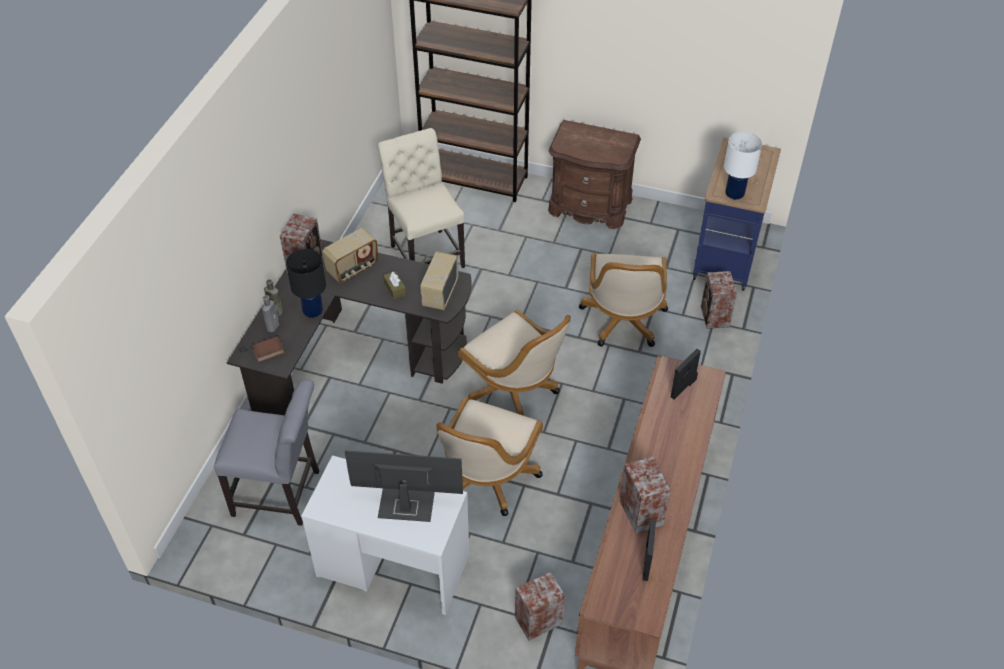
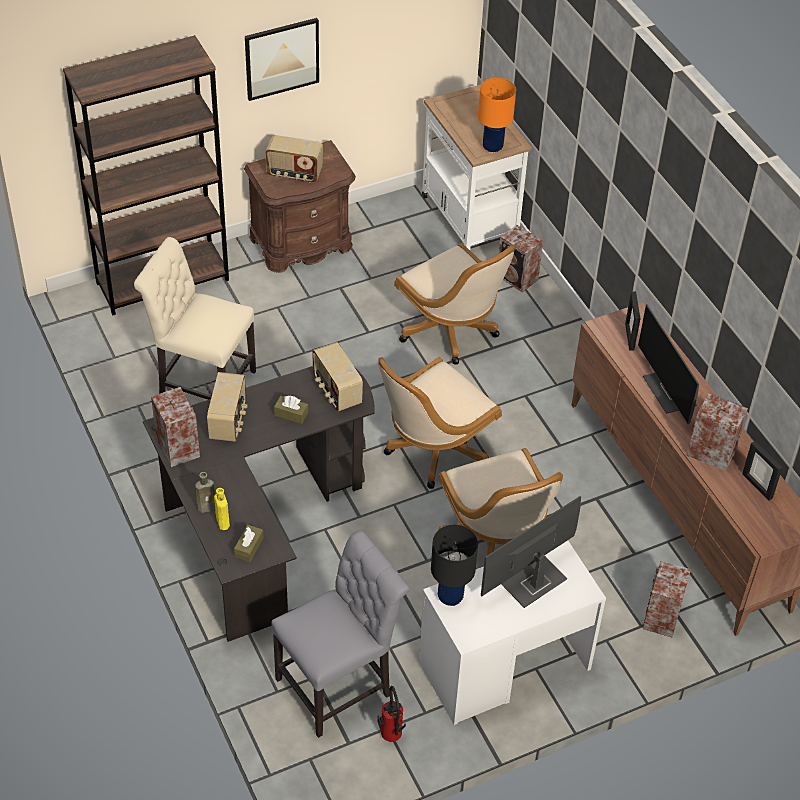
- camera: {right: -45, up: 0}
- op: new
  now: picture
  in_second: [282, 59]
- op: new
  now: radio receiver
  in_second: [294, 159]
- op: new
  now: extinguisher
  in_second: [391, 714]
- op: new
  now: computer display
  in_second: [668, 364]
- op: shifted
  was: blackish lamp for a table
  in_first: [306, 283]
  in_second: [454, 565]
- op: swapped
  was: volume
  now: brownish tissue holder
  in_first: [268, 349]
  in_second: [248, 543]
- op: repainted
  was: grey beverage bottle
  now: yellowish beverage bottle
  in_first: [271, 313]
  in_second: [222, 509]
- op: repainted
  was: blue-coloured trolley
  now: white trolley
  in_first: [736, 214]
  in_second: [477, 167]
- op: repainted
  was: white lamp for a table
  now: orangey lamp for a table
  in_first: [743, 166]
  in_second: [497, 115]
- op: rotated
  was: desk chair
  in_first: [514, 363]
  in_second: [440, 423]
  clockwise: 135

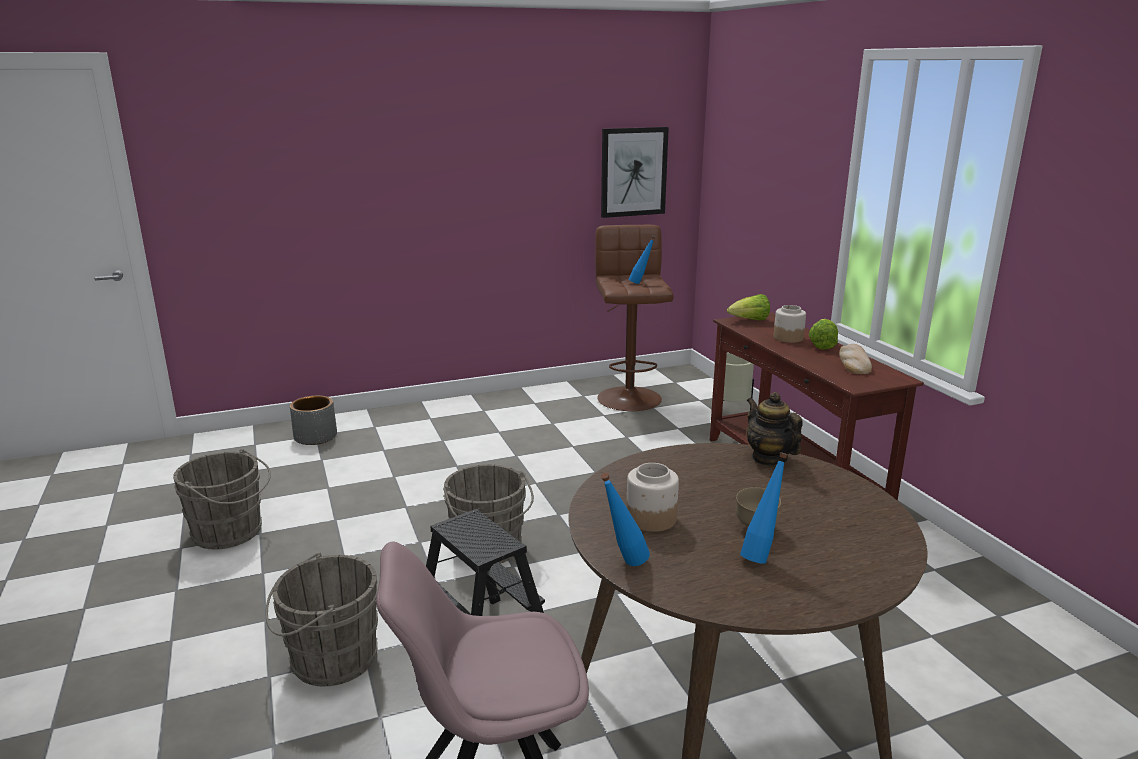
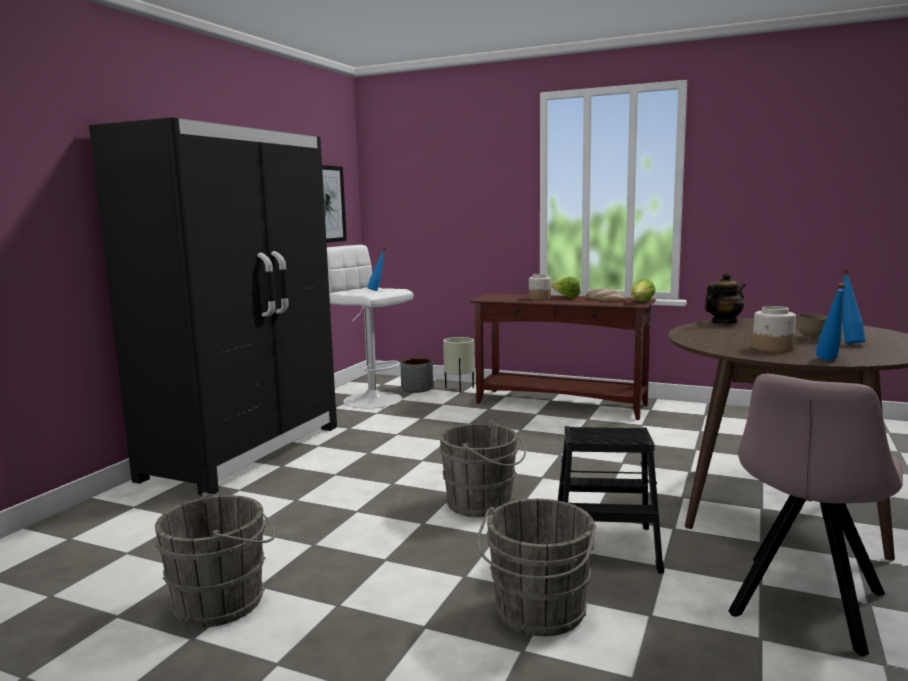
- camera: {right: -45, up: -10}
- op: new
  now: blackish cabinet
  in_second: [213, 306]
- op: shifted
  was: grey plant pot
  in_first: [313, 420]
  in_second: [417, 375]
- op: shifted
  was: lettuce head
  in_first: [748, 307]
  in_second: [643, 290]
- op: repainted
  was: brownish stool seat
  now: white stool seat
  in_first: [634, 318]
  in_second: [370, 326]
- op: rotated
  was: tea pot
  in_first: [774, 429]
  in_second: [725, 298]
  clockwise: 135

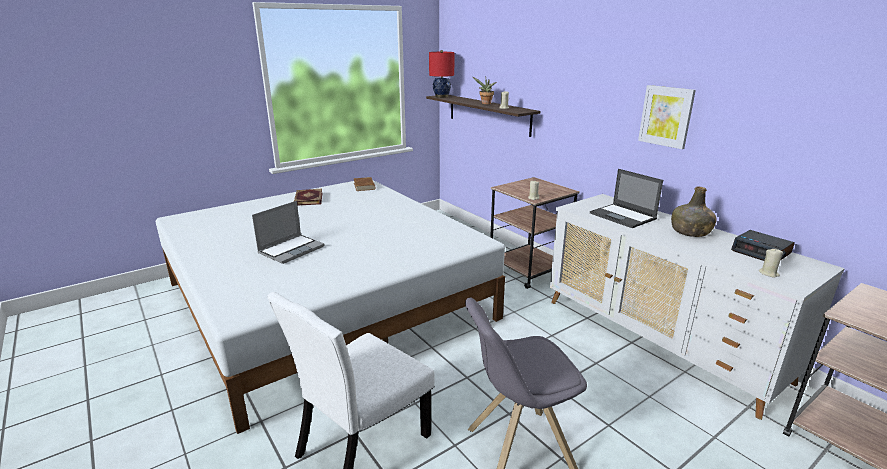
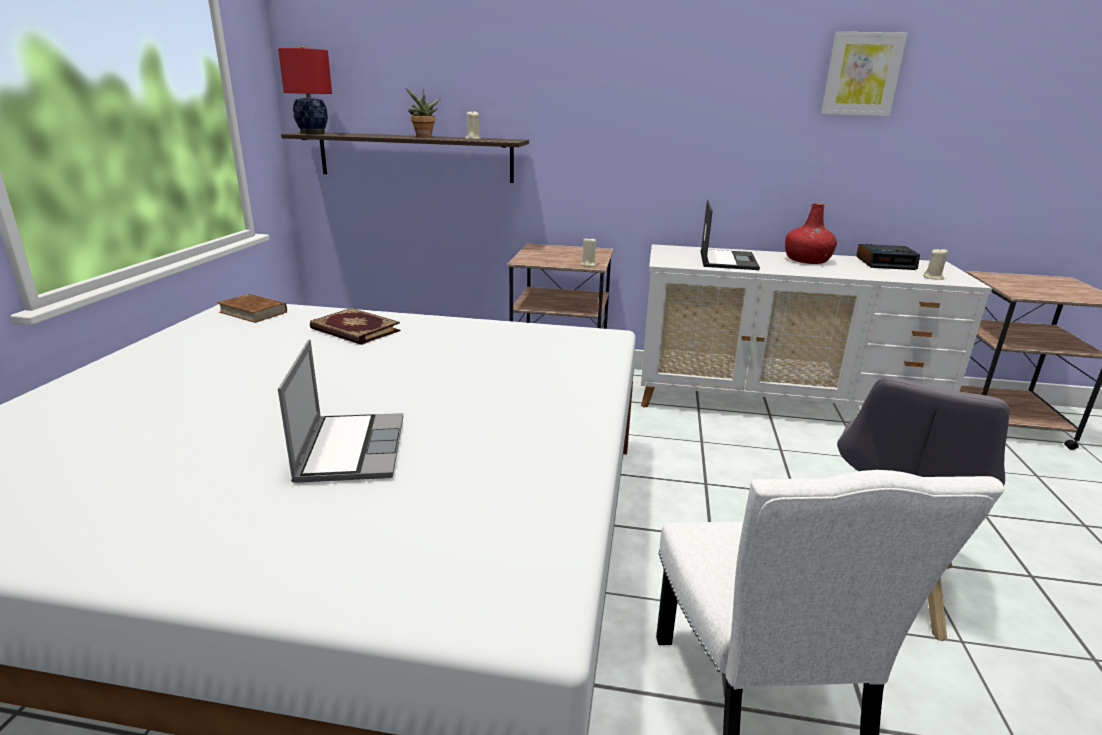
- camera: {right: -45, up: 0}
- op: shifted
  was: volume
  in_first: [308, 197]
  in_second: [355, 326]
- op: shifted
  was: picture
  in_first: [667, 117]
  in_second: [864, 74]
- op: repainted
  was: greenish beverage bottle
  now: red beverage bottle
  in_first: [694, 212]
  in_second: [811, 233]
- op: rotated
  was: laptop
  in_first: [626, 198]
  in_second: [730, 235]
  clockwise: -90

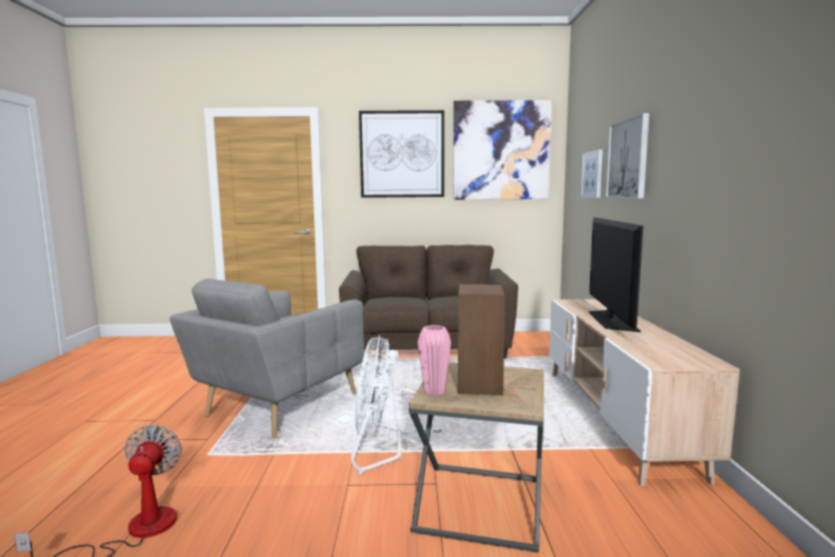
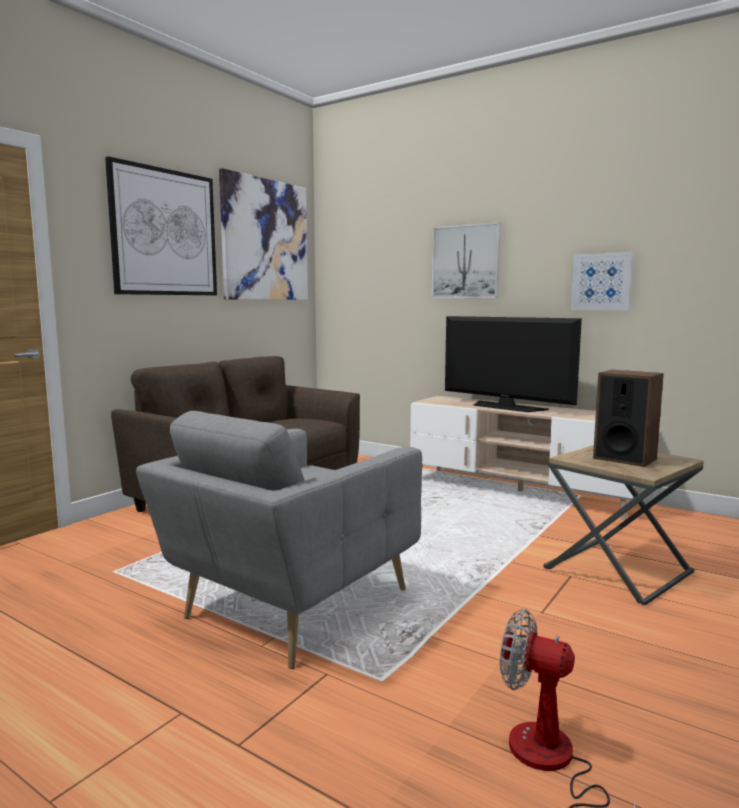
- camera: {right: -55, up: 0}
- op: gone
  was: white electric fan
  in_first: [396, 405]
- op: gone
  was: pinkish vase
  in_first: [434, 360]
- op: shifted
  was: picture
  in_first: [592, 174]
  in_second: [602, 281]
- op: rotated
  was: grey easy chair
  in_first: [267, 359]
  in_second: [279, 540]
  clockwise: 60

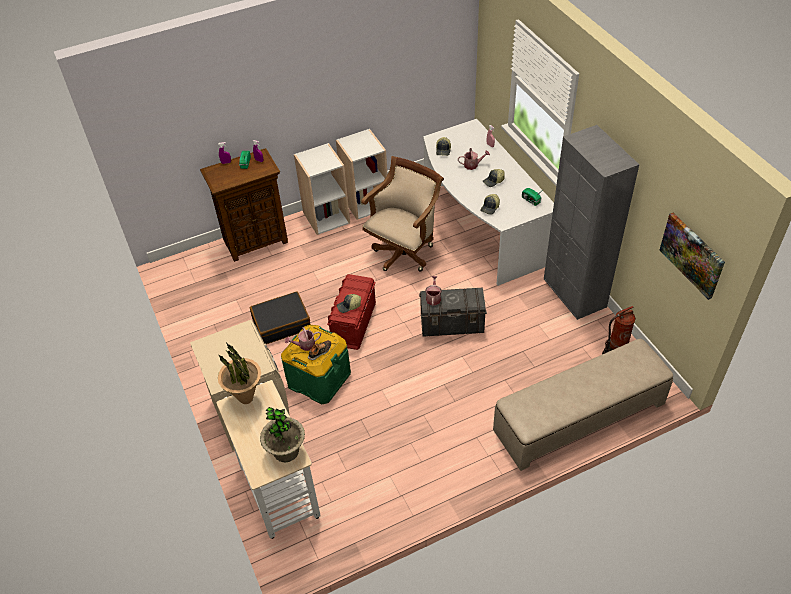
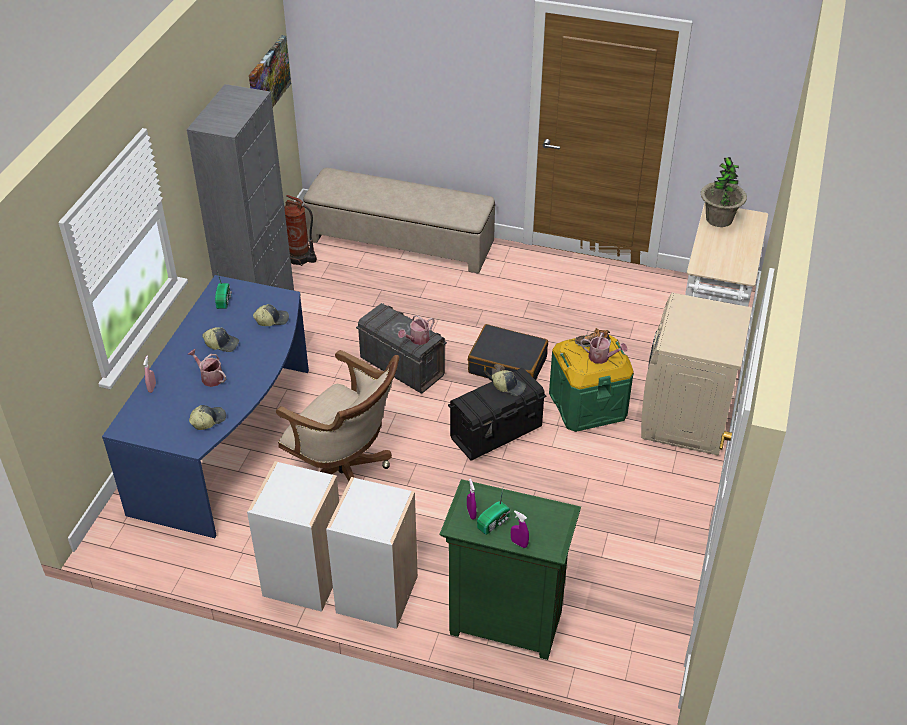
- camera: {right: -140, up: -5}
- op: gone
  was: potted plant
  in_first: [239, 373]
- op: shifted
  was: blackish piece of luggage
  in_first: [280, 317]
  in_second: [508, 352]
- op: repainted
  was: brownish cabinet
  now: greenish cabinet
  in_first: [244, 205]
  in_second: [510, 569]
- op: repainted
  was: red storage container
  now: blackish storage container
  in_first: [351, 312]
  in_second: [497, 414]
- op: repainted
  was: white desk table
  now: blue-coloured desk table
  in_first: [488, 202]
  in_second: [205, 406]
- op: rotated
  was: desk chair
  in_first: [402, 213]
  in_second: [337, 415]
  clockwise: -135

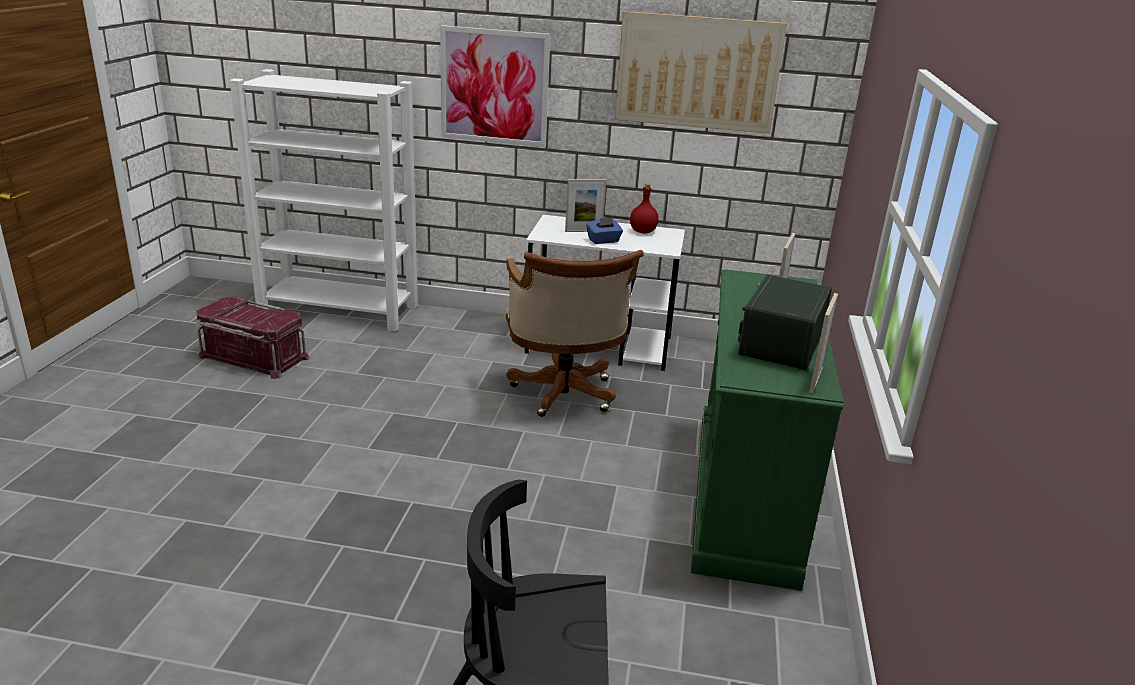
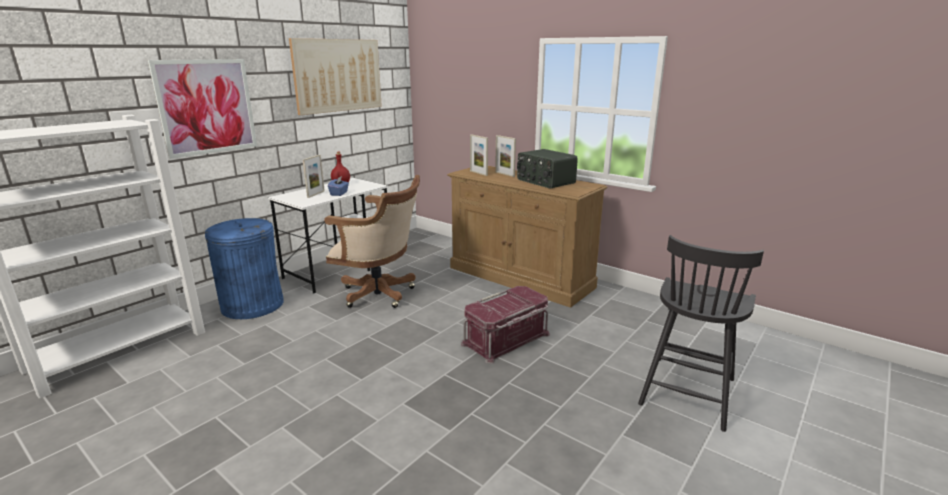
- camera: {right: -60, up: -5}
- op: new
  now: blue-coloured waste bin
  in_second: [244, 268]
- op: shifted
  was: red storage container
  in_first: [253, 338]
  in_second: [505, 324]
- op: shifted
  was: picture frame
  in_first: [823, 343]
  in_second: [479, 155]
- op: repainted
  was: greenish cabinet
  now: brownish cabinet
  in_first: [767, 430]
  in_second: [527, 237]

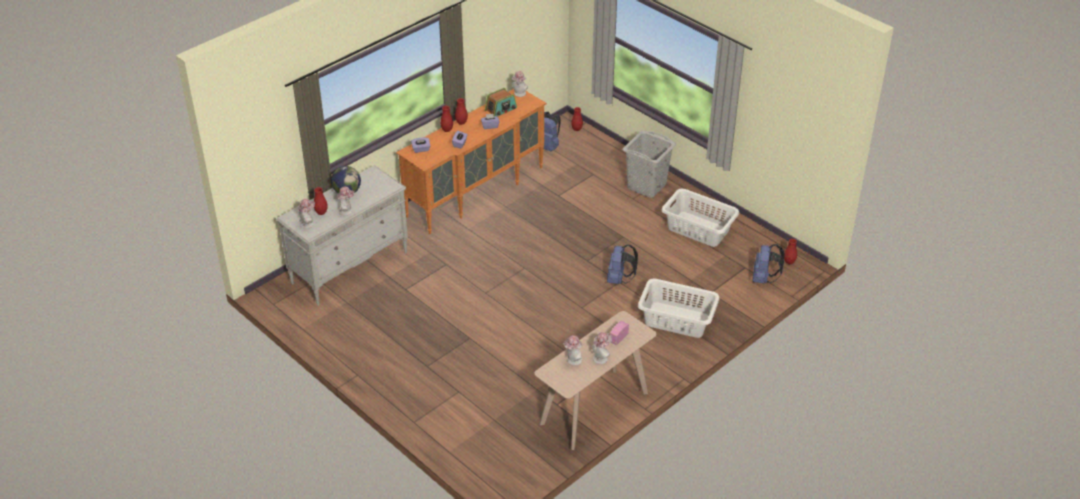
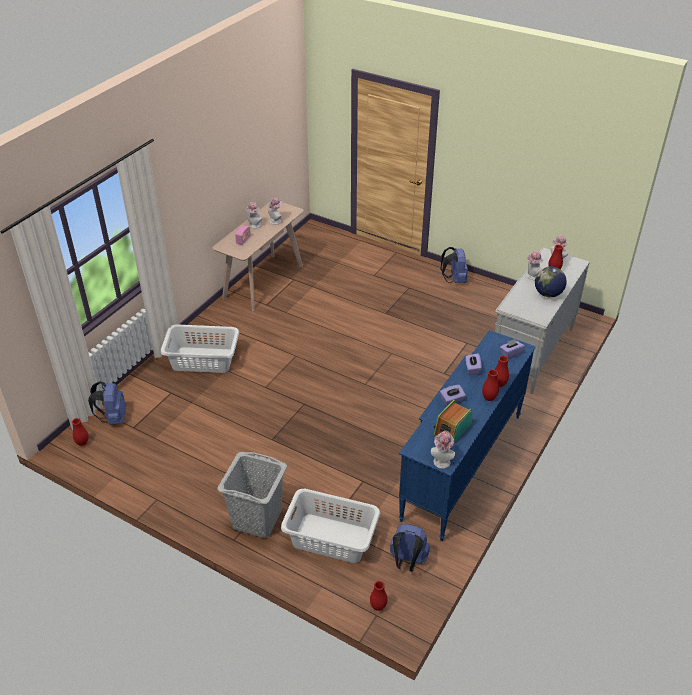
- camera: {right: 165, up: 0}
- op: shifted
  was: blue-coloured knapsack
  in_first: [622, 264]
  in_second: [454, 265]
- op: shifted
  was: white hamper
  in_first: [700, 218]
  in_second: [330, 526]
- op: repainted
  was: orangey cabinet
  now: blue-coloured cabinet
  in_first: [471, 161]
  in_second: [467, 435]

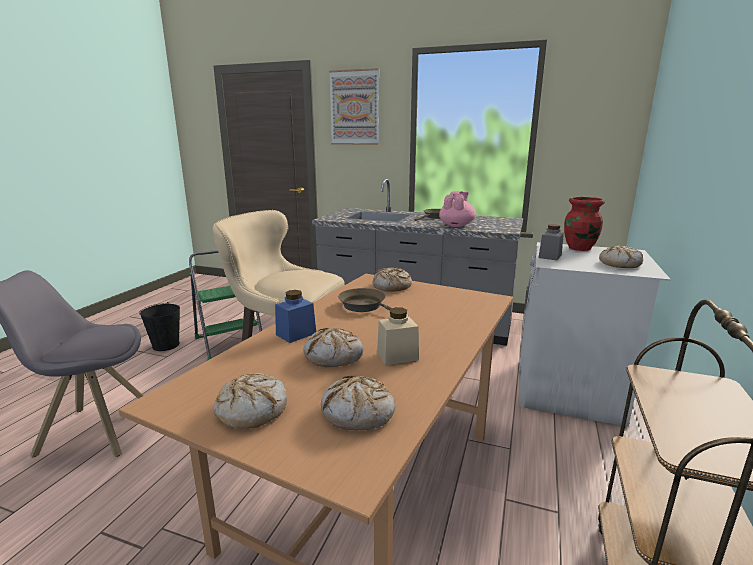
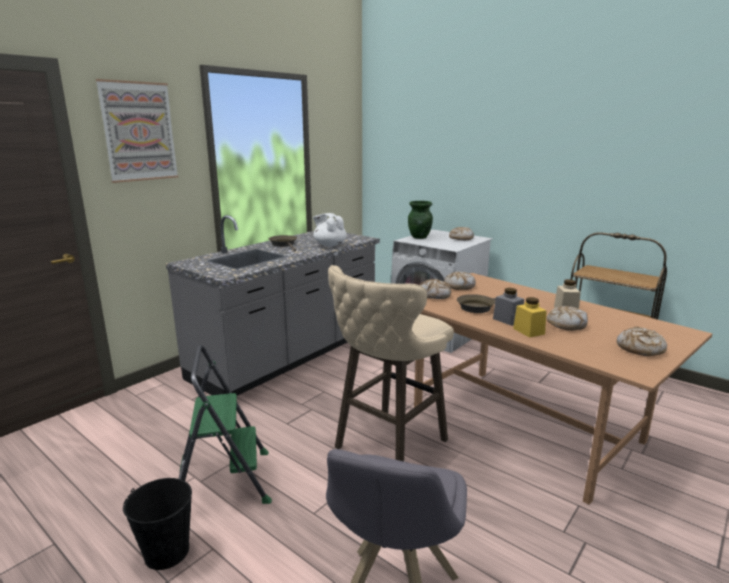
- camera: {right: -70, up: 0}
- op: shifted
  was: baked bread
  in_first: [358, 402]
  in_second: [460, 281]
- op: shifted
  was: grey jar
  in_first: [551, 242]
  in_second: [508, 307]
- op: repainted
  was: blue-coloured jar
  now: yellowish jar
  in_first: [295, 316]
  in_second: [530, 317]
- op: repainted
  was: pinkish tea pot
  now: white tea pot
  in_first: [457, 209]
  in_second: [330, 230]
- op: repainted
  was: red vase
  now: greenish vase
  in_first: [584, 224]
  in_second: [420, 220]

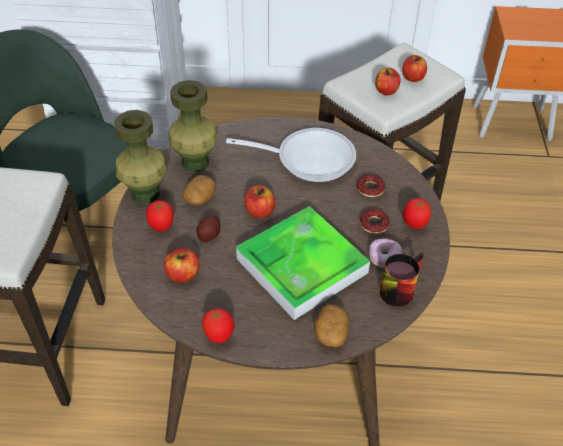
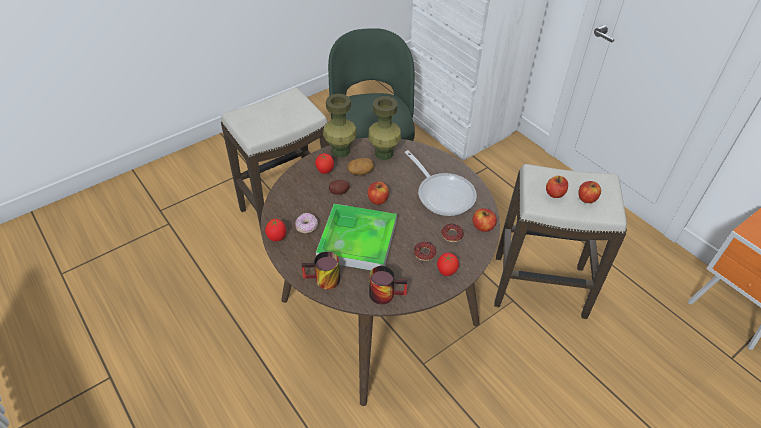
- camera: {right: 50, up: 0}
- op: shifted
  was: whole apple
  in_first: [182, 265]
  in_second: [485, 220]
- op: shifted
  was: ring doughnut
  in_first: [386, 253]
  in_second: [306, 223]
- op: swapped
  was: potato
  now: mug
  in_first: [331, 325]
  in_second: [321, 270]

